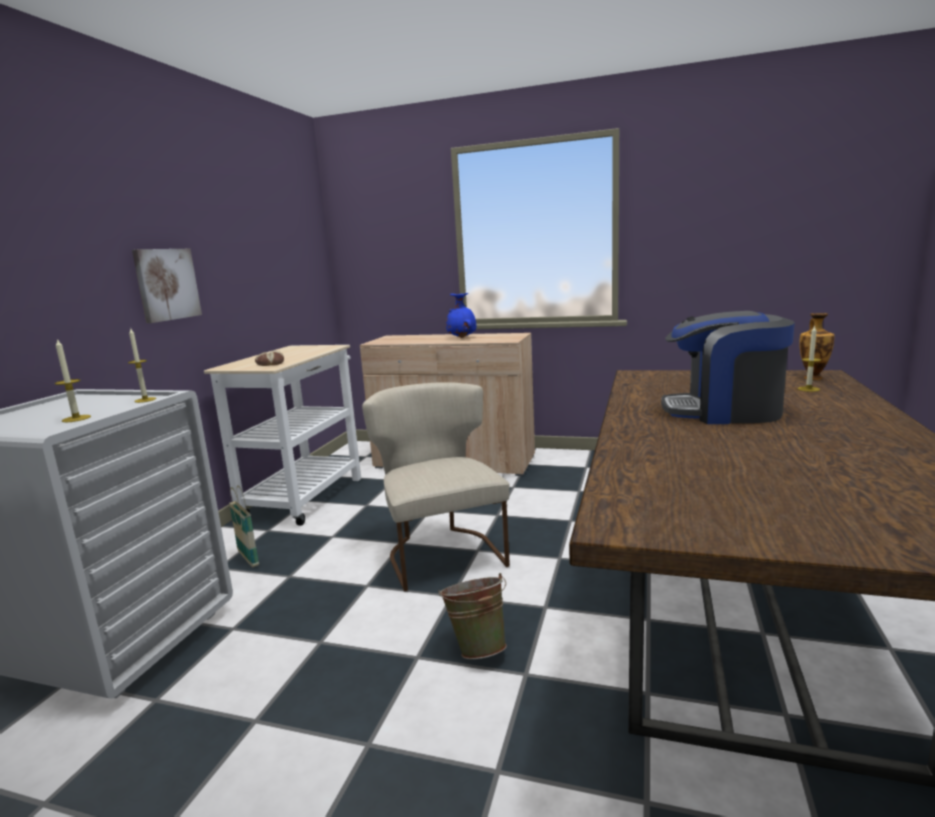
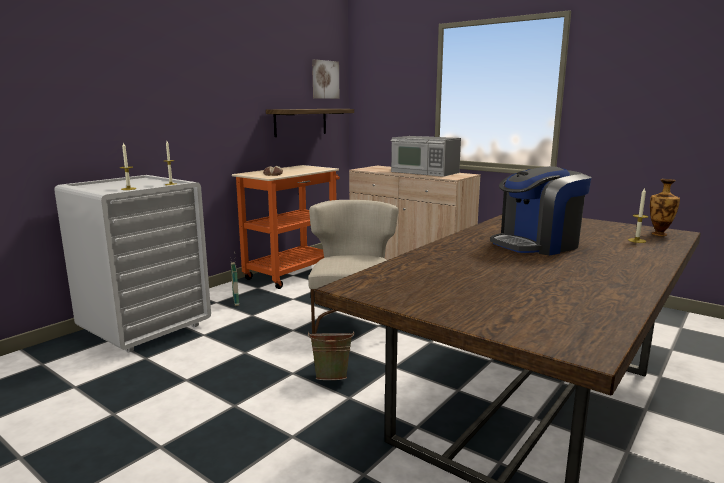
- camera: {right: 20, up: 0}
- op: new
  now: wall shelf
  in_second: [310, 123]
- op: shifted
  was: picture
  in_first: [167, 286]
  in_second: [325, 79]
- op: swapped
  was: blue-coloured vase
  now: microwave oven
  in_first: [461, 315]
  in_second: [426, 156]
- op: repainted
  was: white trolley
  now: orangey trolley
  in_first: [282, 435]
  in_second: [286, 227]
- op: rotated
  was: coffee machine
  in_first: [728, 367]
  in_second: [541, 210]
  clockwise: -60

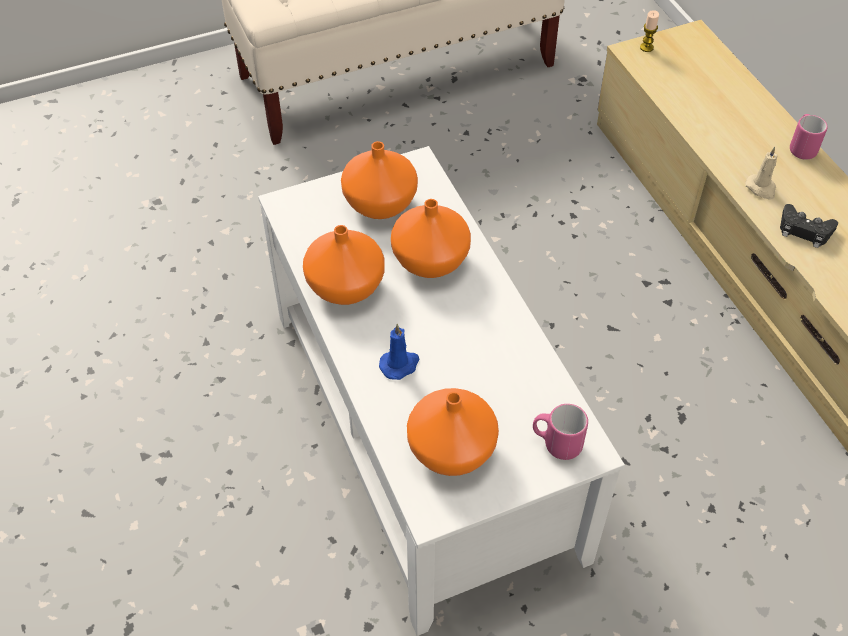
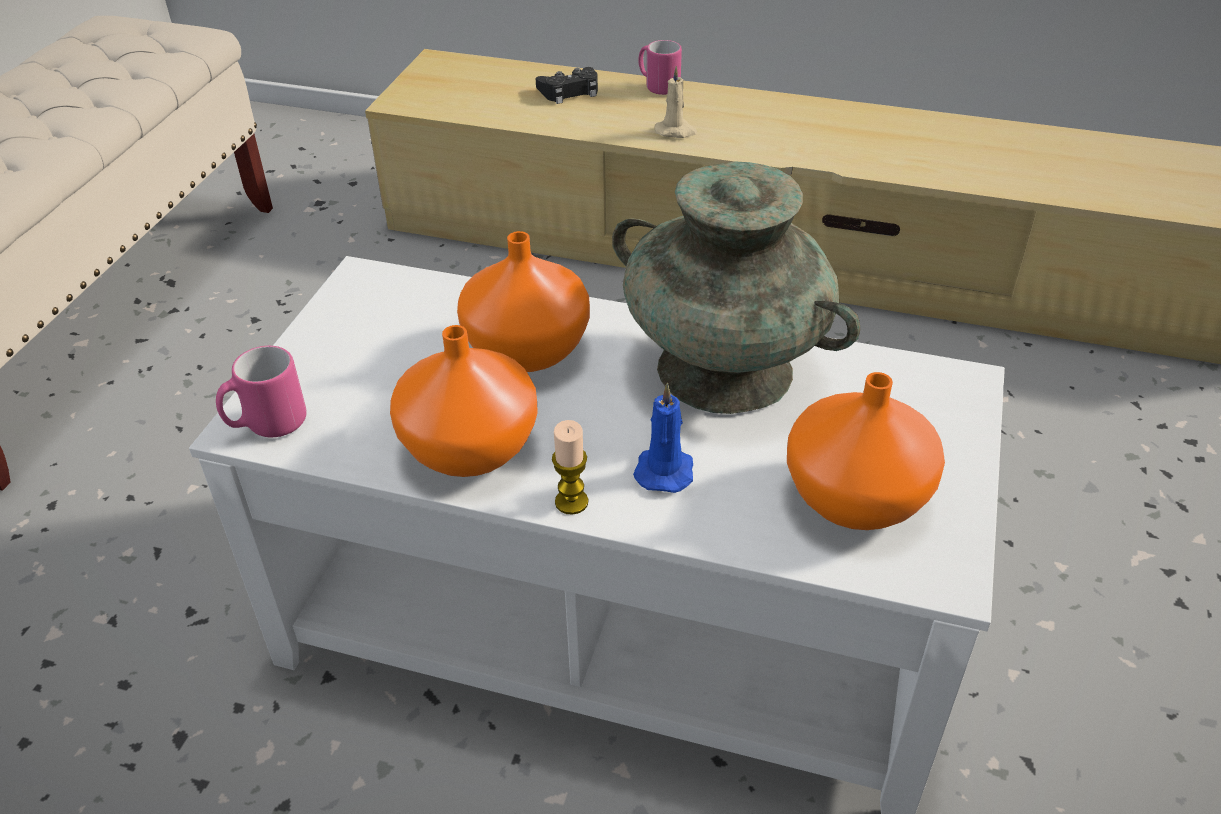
- camera: {right: -50, up: -10}
- op: gone
  was: orangey vase
  in_first: [379, 180]
- op: new
  now: turquoise-coloured vase
  in_second: [736, 288]
- op: shifted
  was: pinkish mug
  in_first: [560, 432]
  in_second: [261, 391]
- op: shifted
  was: candle
  in_first: [649, 31]
  in_second: [570, 467]
- op: shifted
  was: blackish gamepad
  in_first: [809, 226]
  in_second: [567, 85]

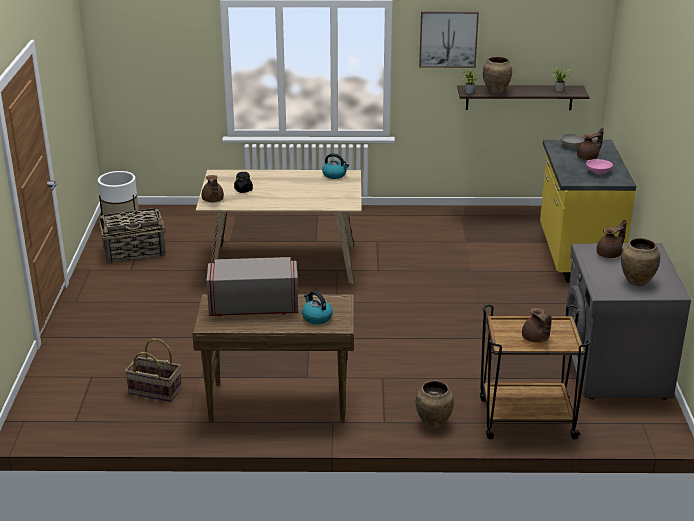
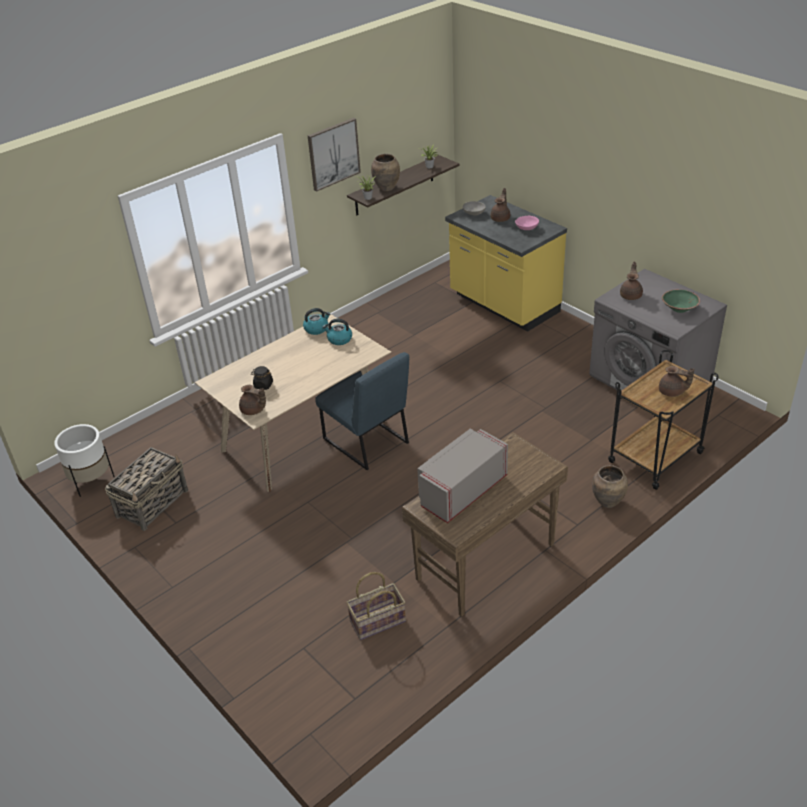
- camera: {right: -40, up: 10}
- op: new
  now: blue-coloured chair
  in_second: [362, 411]
- op: shifted
  was: kettle
  in_first: [317, 307]
  in_second: [337, 332]
- op: swapped
  was: brownish vase
  now: greenish deep dish
  in_first: [640, 262]
  in_second: [681, 301]

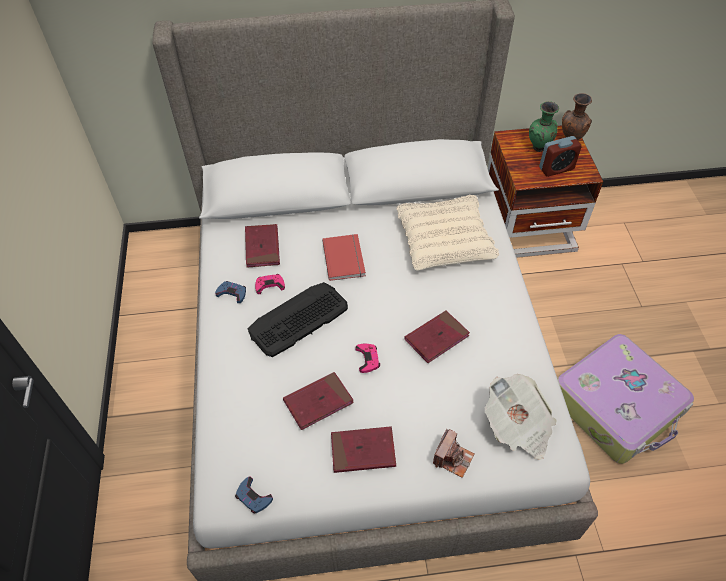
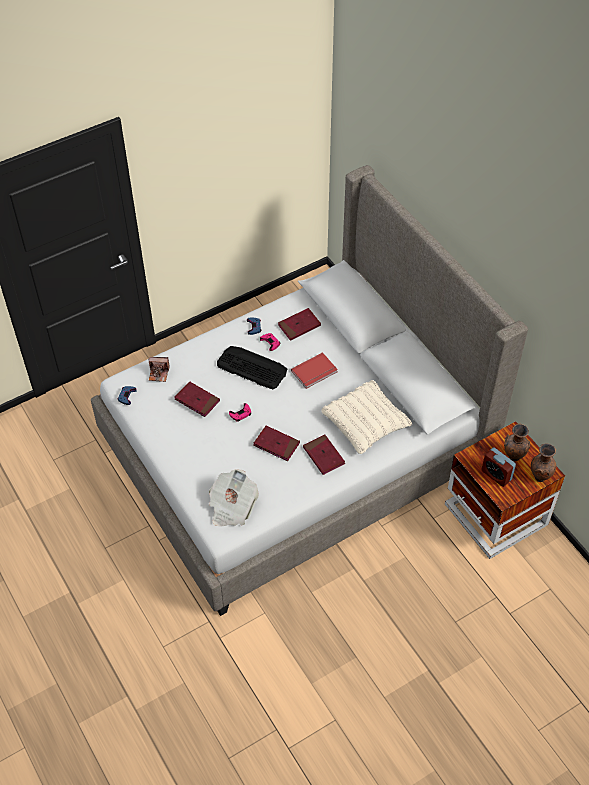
- camera: {right: 65, up: 0}
- op: gone
  was: piece of luggage
  in_first: [626, 399]
- op: shifted
  was: red volume
  in_first: [363, 449]
  in_second: [324, 454]
- op: shifted
  was: photo camera
  in_first: [453, 453]
  in_second: [159, 369]
- op: repainted
  was: greenish vase
  now: brownish vase
  in_first: [544, 126]
  in_second: [517, 442]

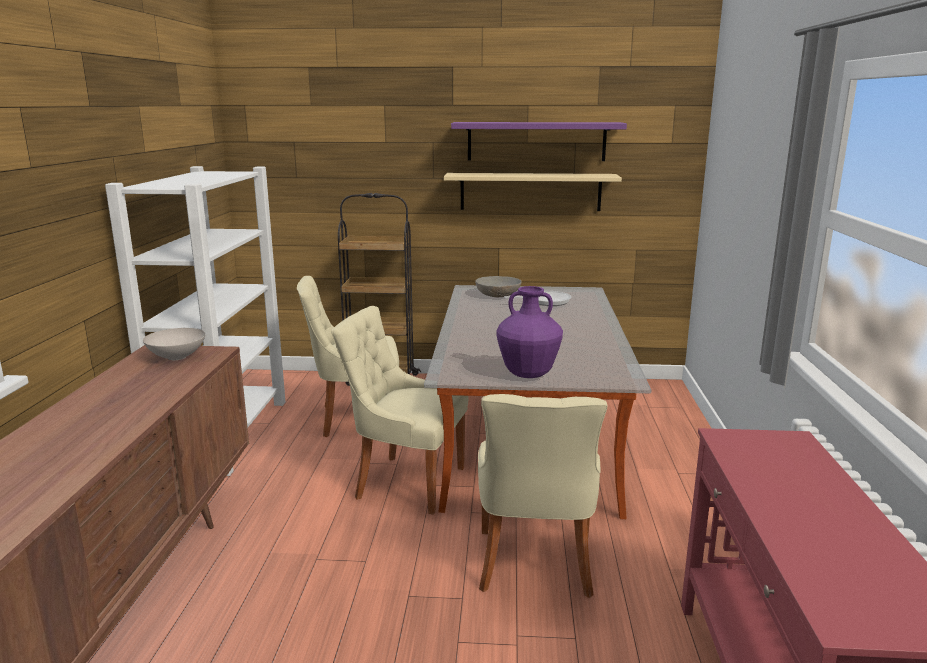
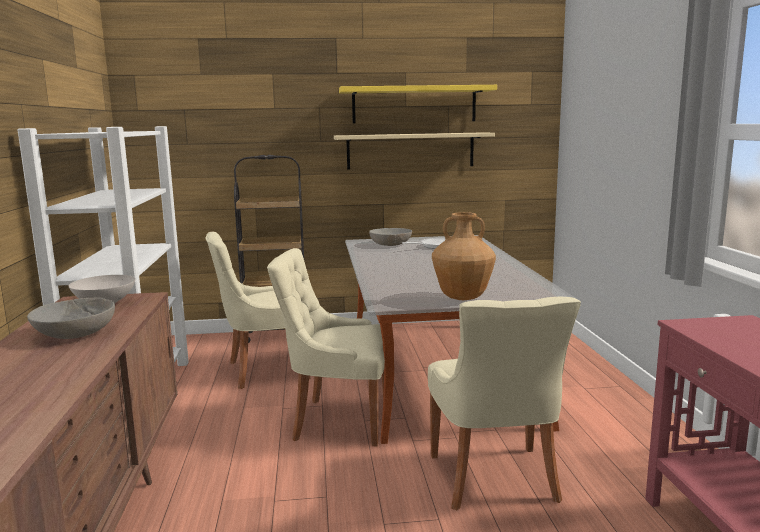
- camera: {right: -10, up: -5}
- op: new
  now: grey deep dish
  in_second: [71, 318]
- op: repainted
  was: purplish wall shelf
  now: yellowish wall shelf
  in_first: [539, 141]
  in_second: [418, 104]
- op: repainted
  was: purplish vase
  now: brownish vase
  in_first: [529, 332]
  in_second: [464, 256]

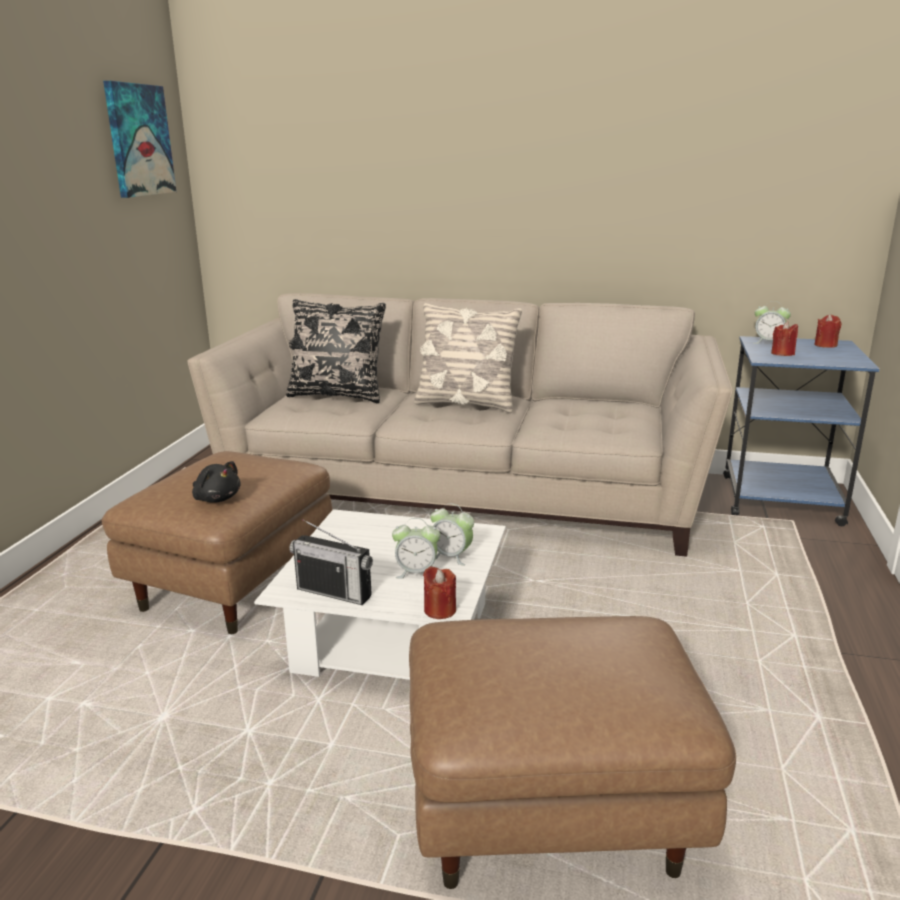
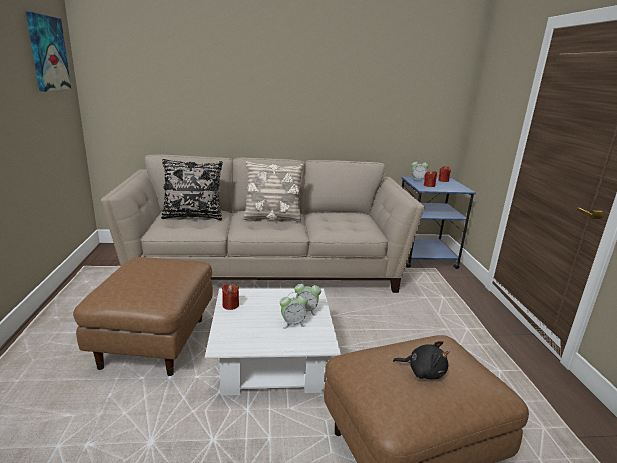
- camera: {right: -20, up: 0}
- op: gone
  was: radio receiver
  in_first: [331, 562]
- op: shifted
  was: blackish soft toy
  in_first: [216, 482]
  in_second: [421, 360]
- op: shifted
  was: red candle
  in_first: [439, 592]
  in_second: [230, 297]

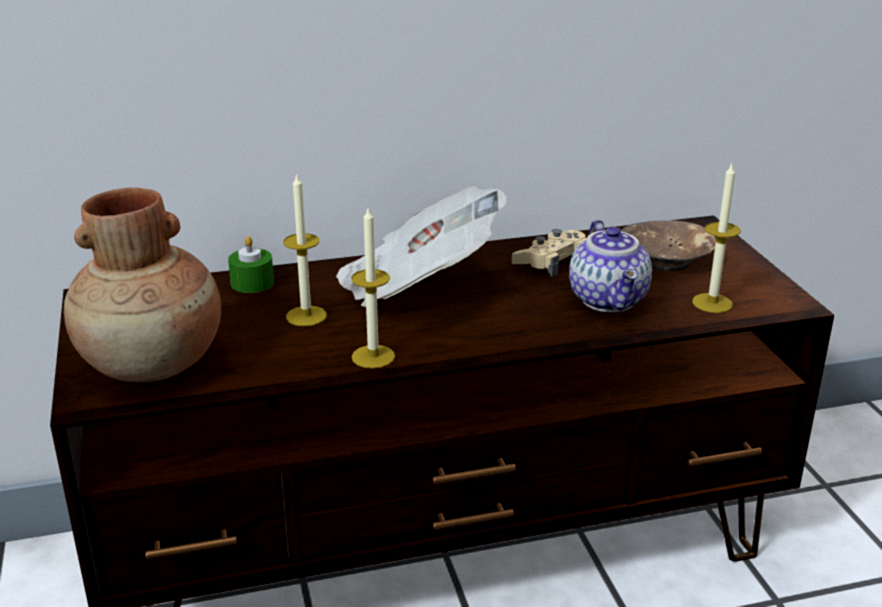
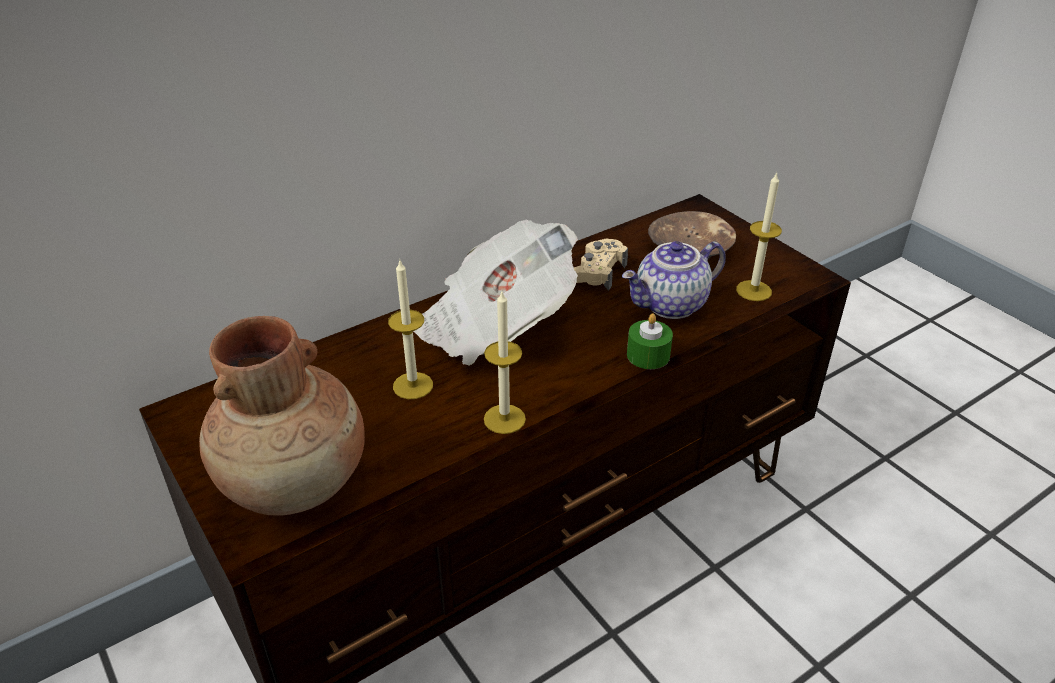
- camera: {right: -20, up: 10}
- op: shifted
  was: greenish candle
  in_first: [251, 264]
  in_second: [650, 341]
- op: rotated
  was: tea pot
  in_first: [610, 266]
  in_second: [674, 280]
  clockwise: 90

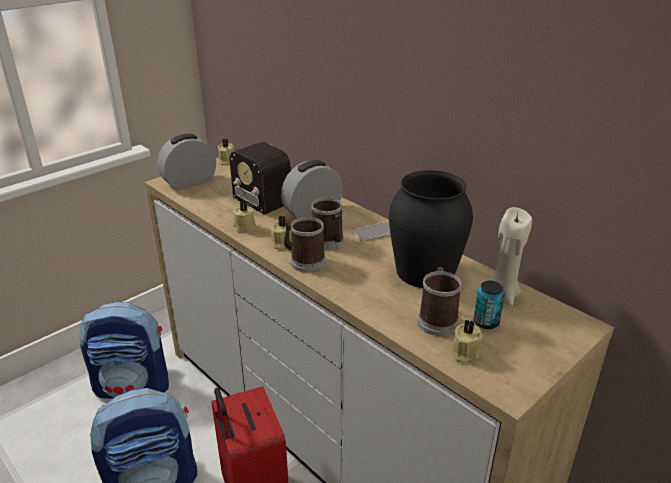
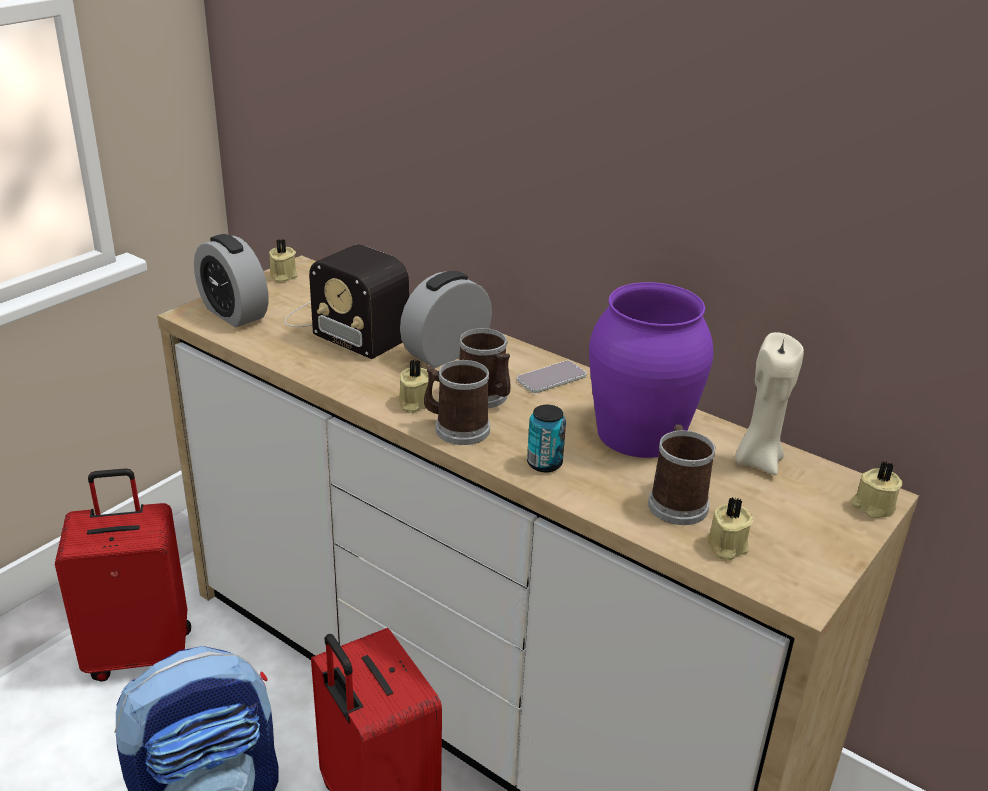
- camera: {right: -10, up: 0}
- op: shifted
  was: sand-coloured candle
  in_first: [244, 216]
  in_second: [876, 489]
- op: shifted
  was: sealed can
  in_first: [489, 305]
  in_second: [546, 438]
- op: swapped
  was: knapsack
  now: red piece of luggage
  in_first: [124, 350]
  in_second: [123, 574]
- op: repainted
  was: blackish vase
  now: purplish vase
  in_first: [431, 229]
  in_second: [651, 370]
- op: rotated
  was: alarm clock
  in_first: [186, 162]
  in_second: [231, 280]
  clockwise: -90

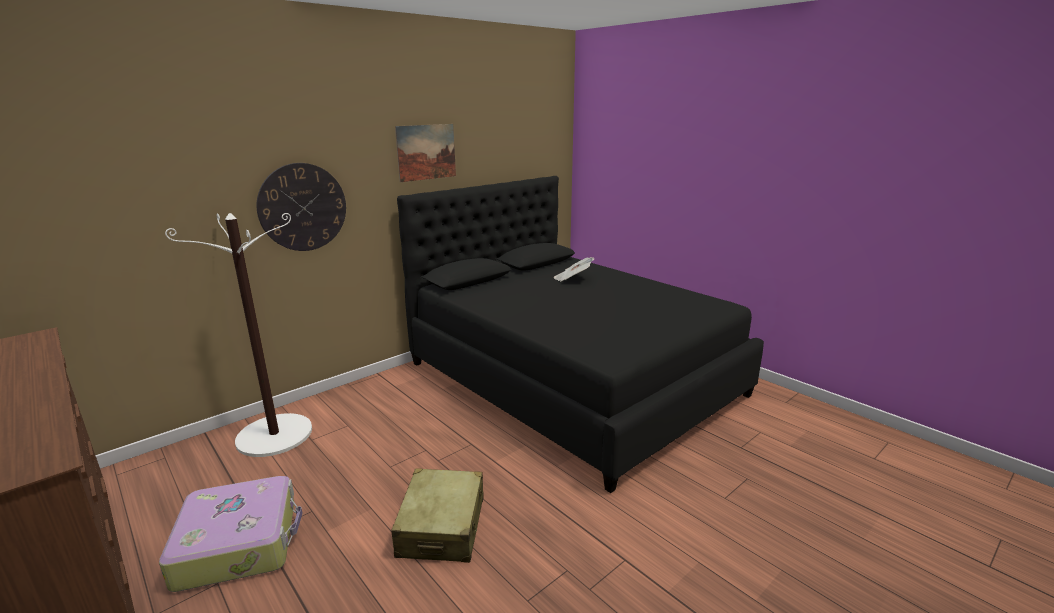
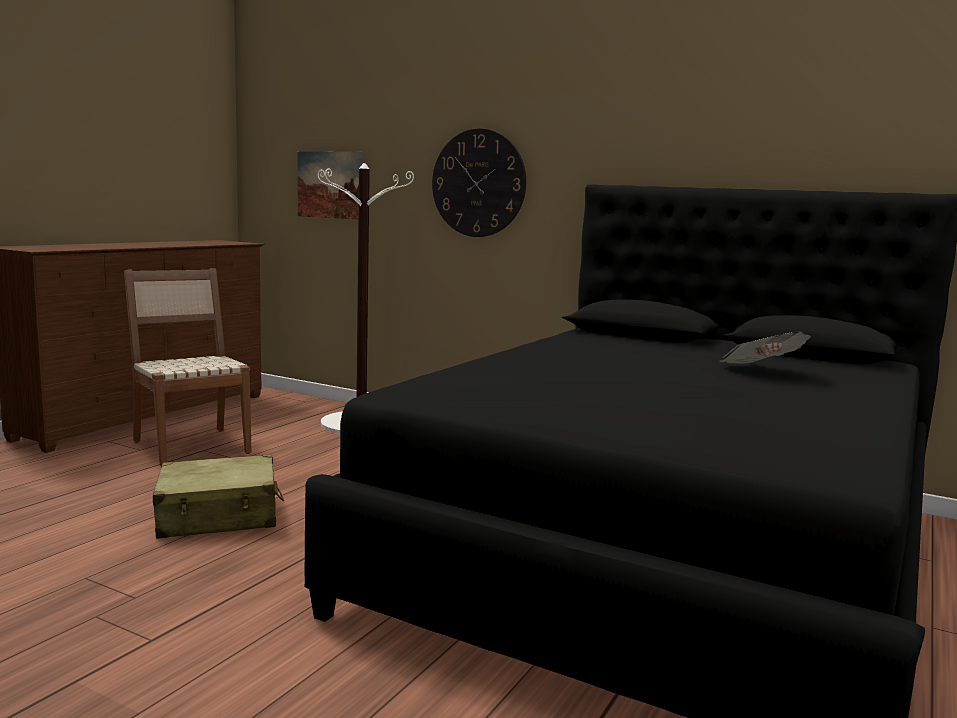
- camera: {right: 70, up: -10}
- op: shifted
  was: picture
  in_first: [425, 153]
  in_second: [330, 185]
- op: swapped
  was: piece of luggage
  now: chair
  in_first: [230, 534]
  in_second: [187, 367]

